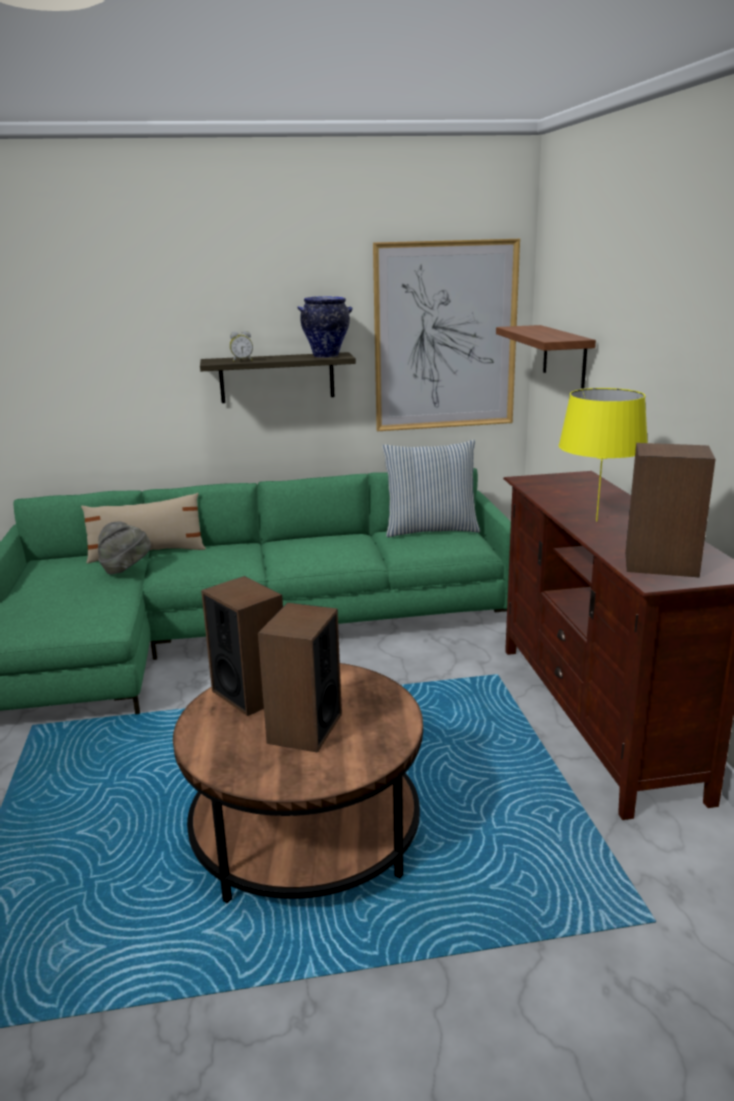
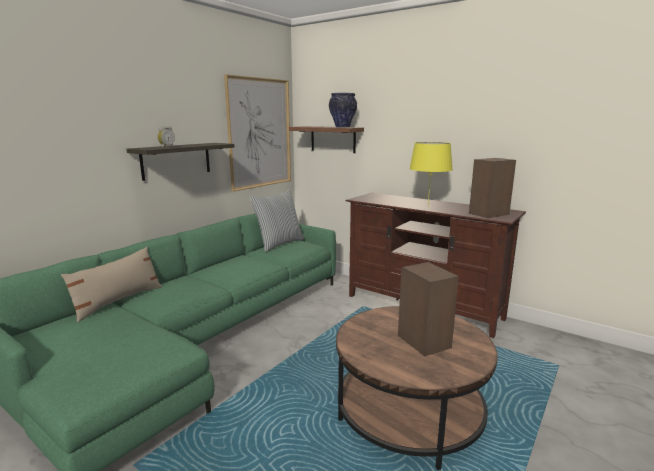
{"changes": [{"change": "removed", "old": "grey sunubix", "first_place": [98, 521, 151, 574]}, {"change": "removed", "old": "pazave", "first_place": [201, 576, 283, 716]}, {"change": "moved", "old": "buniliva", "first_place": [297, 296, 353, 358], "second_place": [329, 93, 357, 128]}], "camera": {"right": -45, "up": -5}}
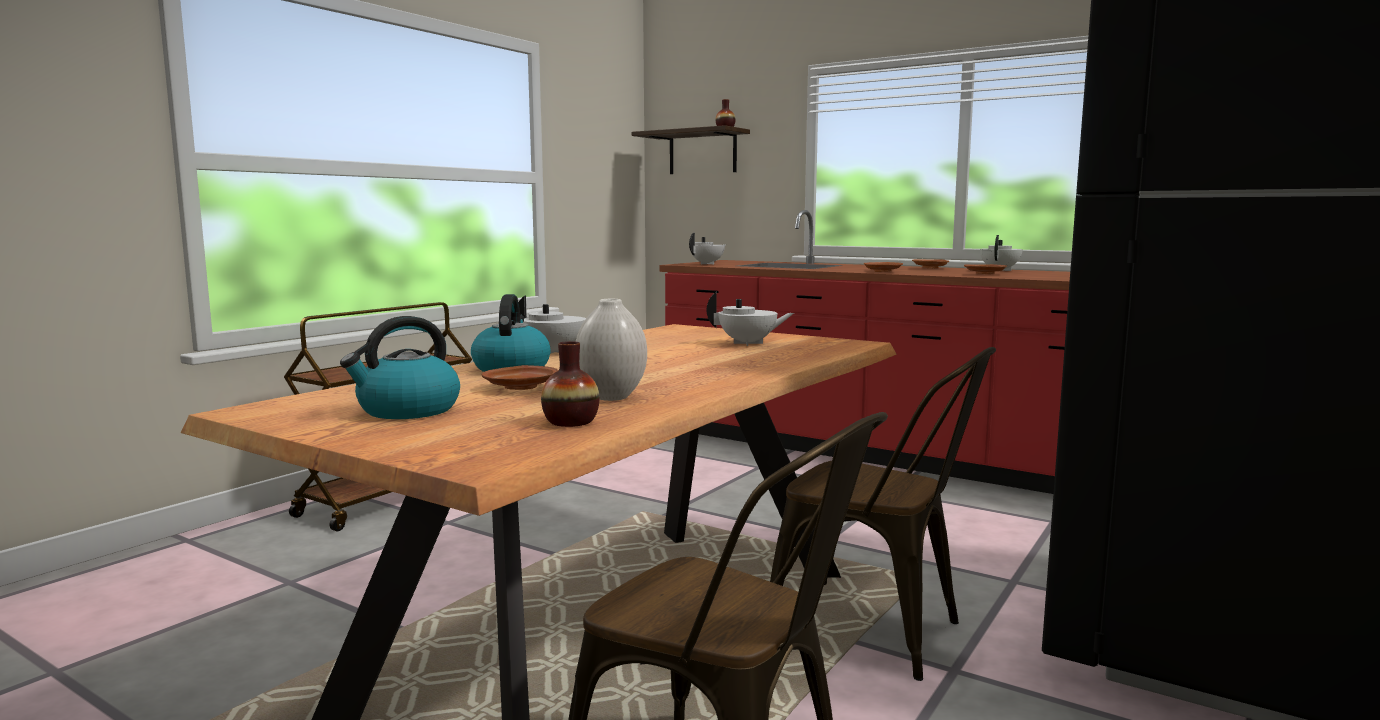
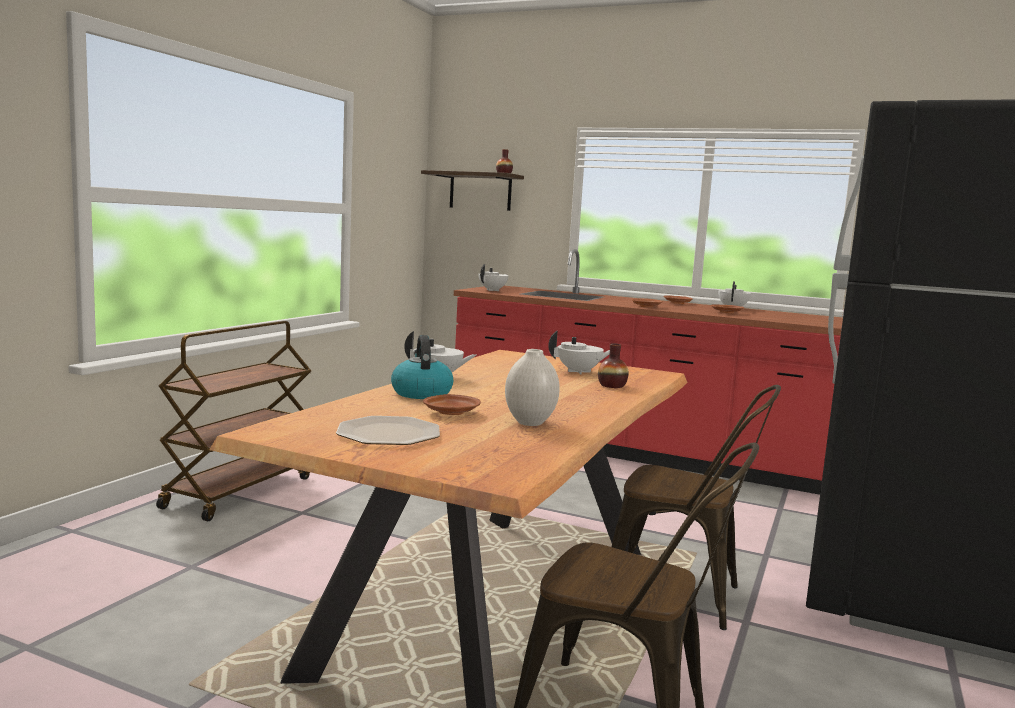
{"changes": [{"change": "moved", "old": "buniliva", "first_place": [541, 341, 599, 427], "second_place": [598, 343, 629, 388]}, {"change": "replaced", "old": "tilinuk", "new": "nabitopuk", "first_place": [340, 316, 460, 419], "second_place": [336, 416, 440, 445]}], "camera": {"right": -10, "up": 0}}
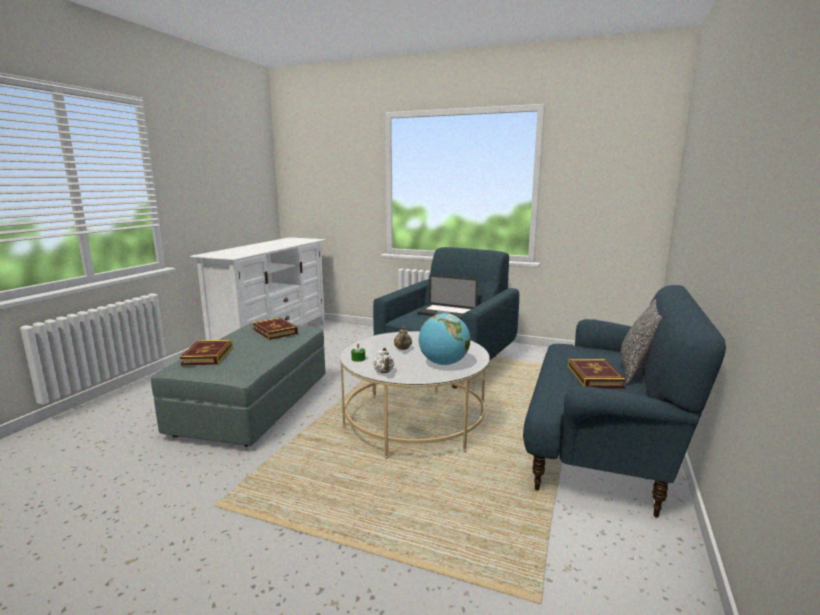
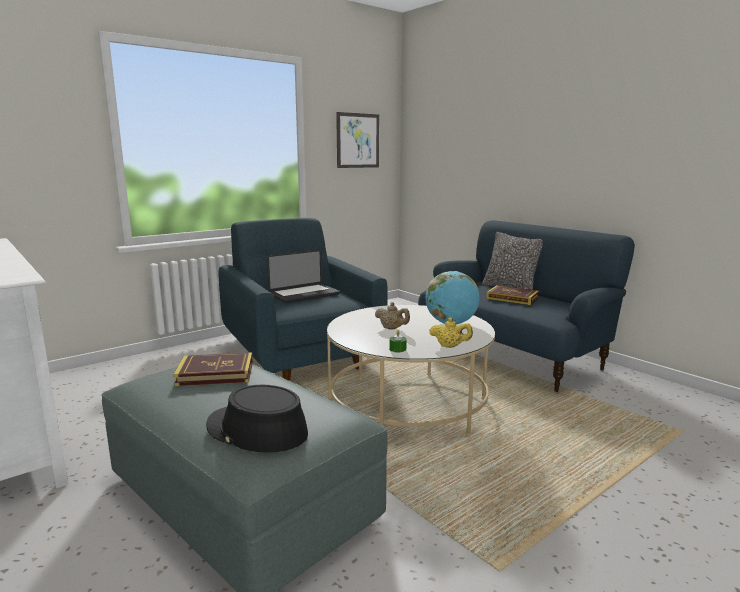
{"changes": [{"change": "added", "new": "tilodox", "second_place": [336, 112, 379, 168]}, {"change": "replaced", "old": "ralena", "new": "black sunubix", "first_place": [180, 340, 233, 366], "second_place": [206, 385, 308, 453]}, {"change": "recoloured", "old": "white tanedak", "new": "yellow tanedak", "first_place": [373, 347, 394, 373], "second_place": [429, 318, 473, 348]}], "camera": {"right": -60, "up": 0}}
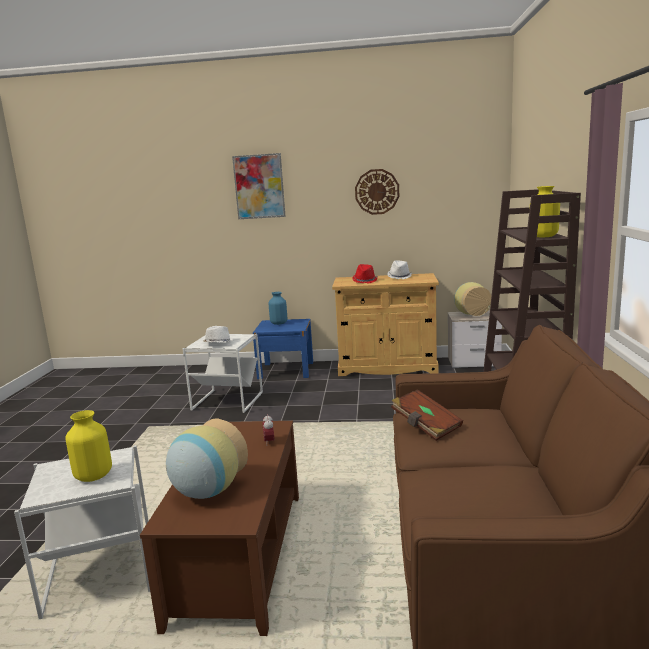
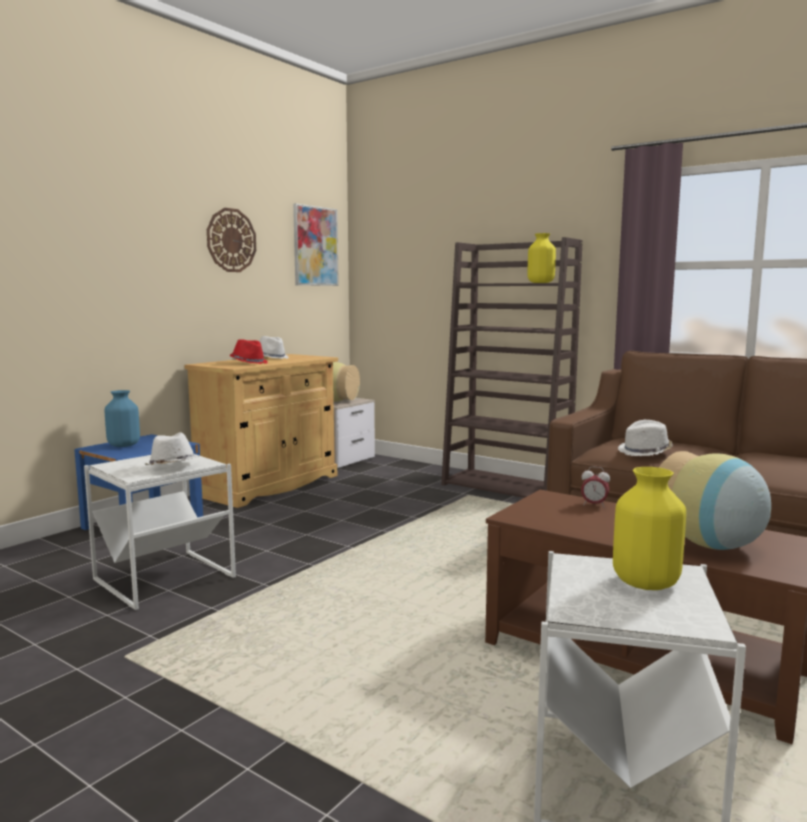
{"changes": [{"change": "moved", "old": "tilodox", "first_place": [232, 153, 286, 219], "second_place": [293, 203, 339, 286]}, {"change": "replaced", "old": "brown ralena", "new": "white sunubix", "first_place": [391, 389, 463, 441], "second_place": [618, 420, 673, 456]}], "camera": {"right": -60, "up": -5}}
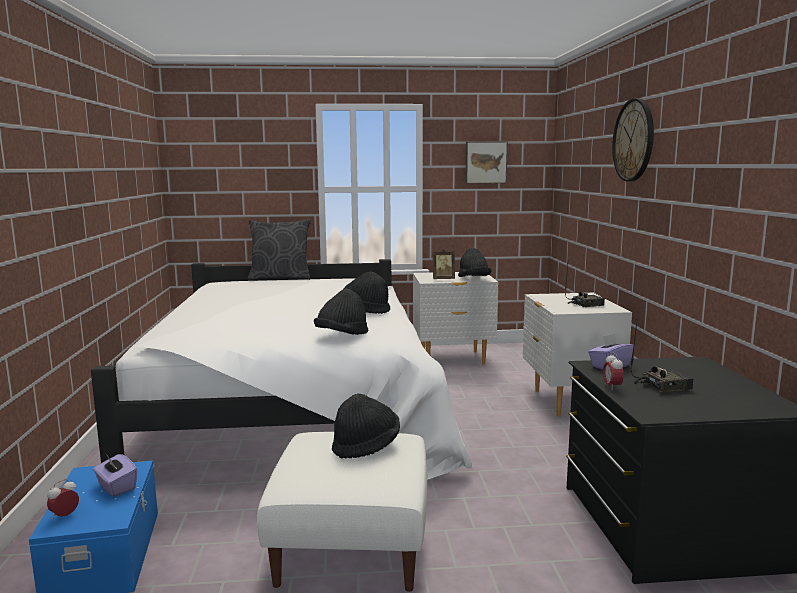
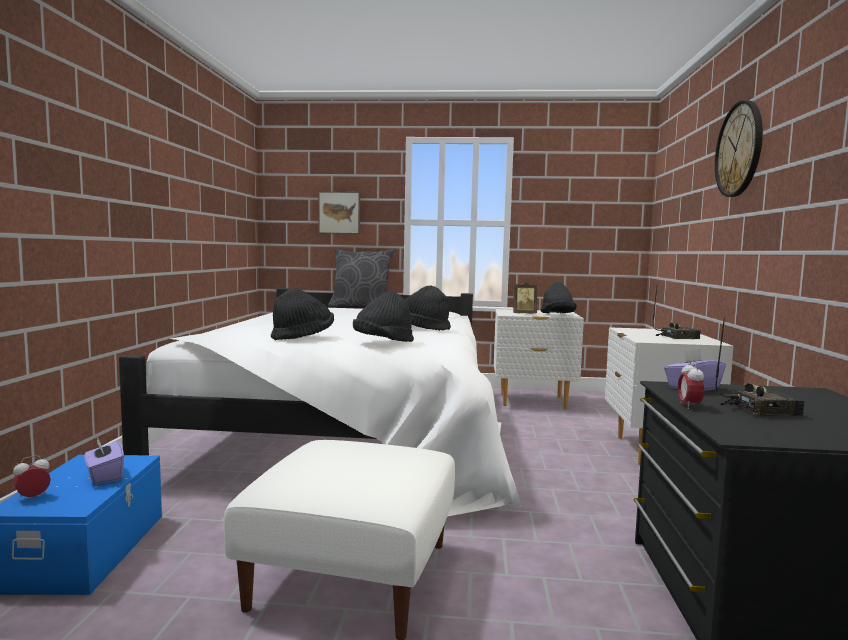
{"changes": [{"change": "moved", "old": "black sunubix", "first_place": [332, 393, 400, 459], "second_place": [271, 288, 334, 340]}, {"change": "moved", "old": "tilodox", "first_place": [465, 141, 508, 184], "second_place": [319, 191, 360, 234]}], "camera": {"right": 10, "up": -5}}
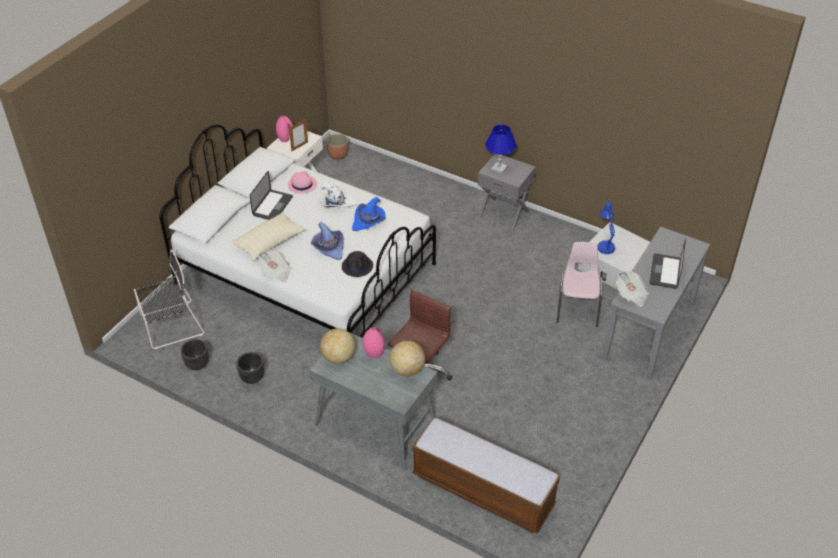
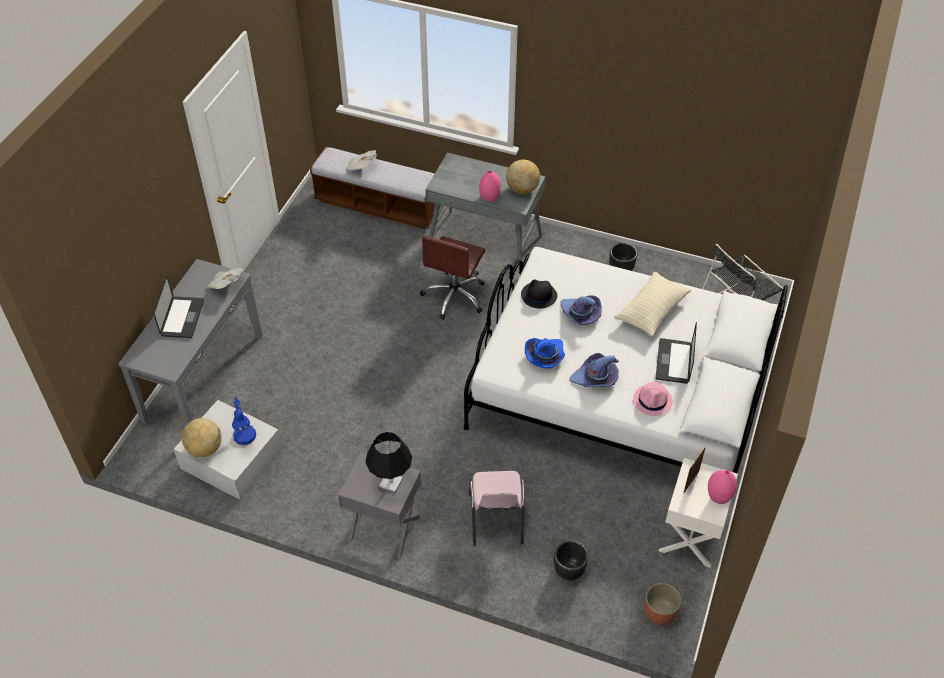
{"changes": [{"change": "moved", "old": "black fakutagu", "first_place": [181, 339, 209, 370], "second_place": [554, 541, 588, 580]}, {"change": "moved", "old": "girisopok", "first_place": [257, 250, 292, 282], "second_place": [346, 150, 377, 171]}, {"change": "moved", "old": "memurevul", "first_place": [390, 341, 425, 376], "second_place": [182, 418, 222, 457]}, {"change": "moved", "old": "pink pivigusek", "first_place": [556, 242, 603, 327], "second_place": [469, 471, 525, 546]}, {"change": "recoloured", "old": "white sunubix", "new": "purple sunubix", "first_place": [319, 183, 357, 208], "second_place": [570, 353, 619, 387]}, {"change": "recoloured", "old": "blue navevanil", "new": "black navevanil", "first_place": [485, 124, 517, 174], "second_place": [365, 432, 412, 493]}], "camera": {"right": 170, "up": 5}}
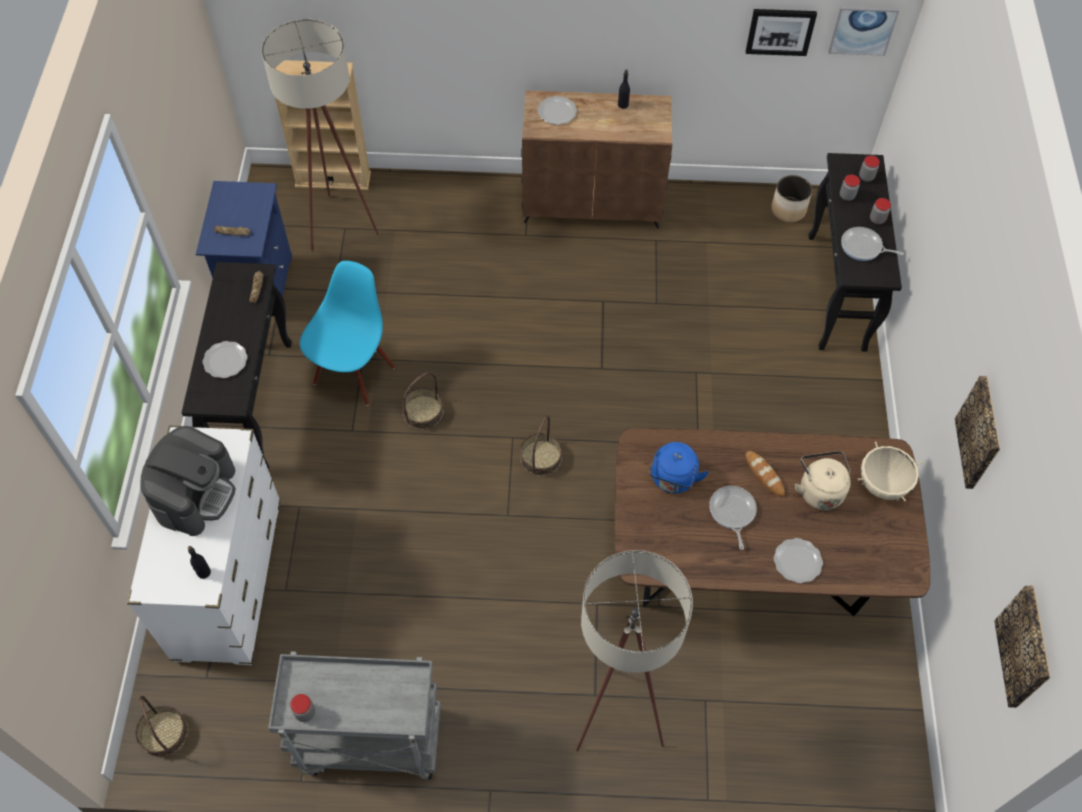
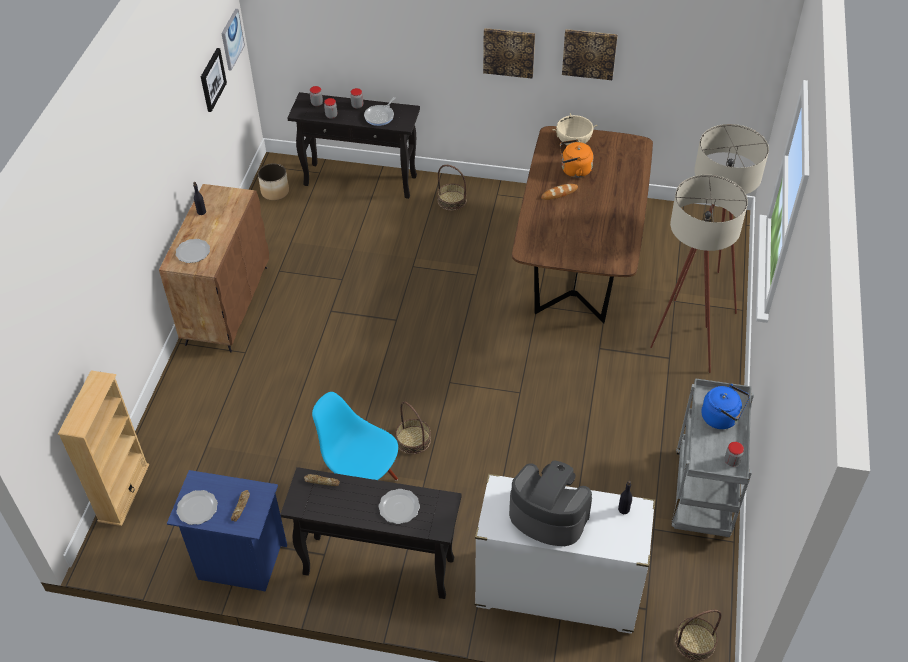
{"changes": [{"change": "removed", "old": "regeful", "first_place": [709, 486, 757, 550]}, {"change": "moved", "old": "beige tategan", "first_place": [261, 19, 379, 250], "second_place": [674, 124, 769, 314]}, {"change": "moved", "old": "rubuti", "first_place": [520, 415, 562, 476], "second_place": [437, 165, 467, 211]}, {"change": "moved", "old": "blue tilinuk", "first_place": [649, 442, 709, 494], "second_place": [701, 384, 750, 429]}, {"change": "moved", "old": "nabitopuk", "first_place": [774, 538, 823, 583], "second_place": [176, 490, 218, 525]}, {"change": "moved", "old": "tilodox", "first_place": [994, 586, 1051, 708], "second_place": [483, 28, 535, 79]}, {"change": "recoloured", "old": "beige tilinuk", "new": "orange tilinuk", "first_place": [795, 451, 851, 510], "second_place": [560, 139, 593, 178]}], "camera": {"right": -80, "up": -10}}
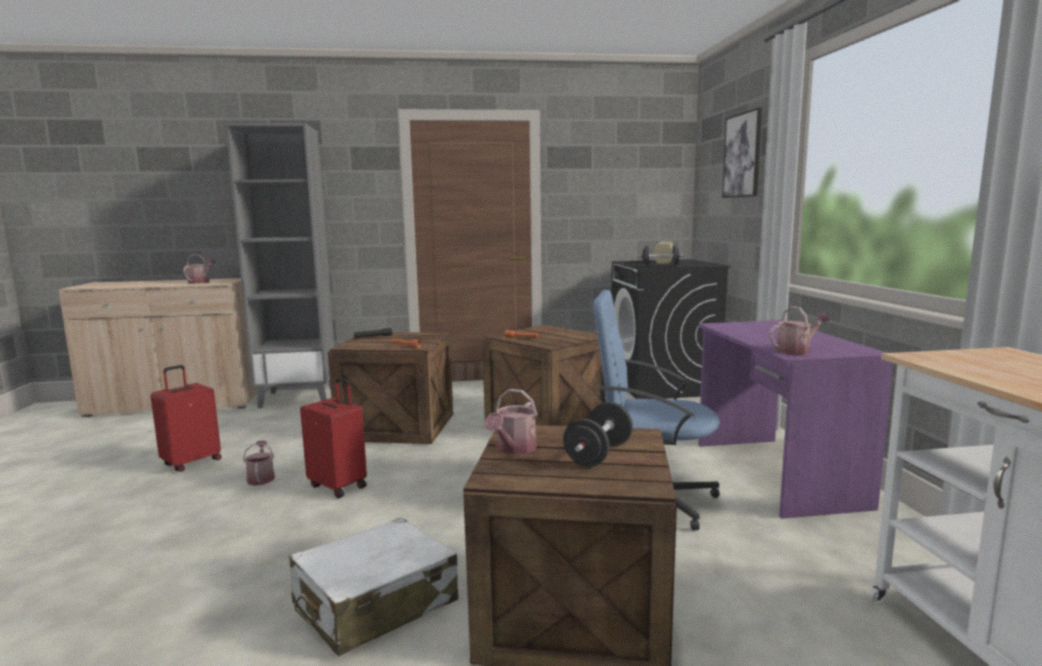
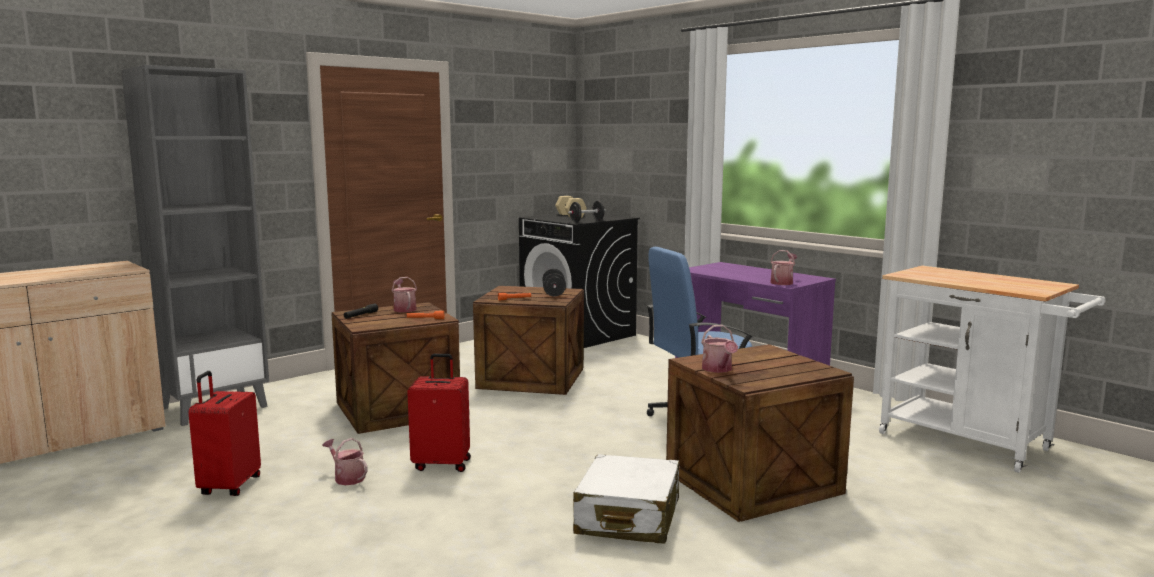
{"changes": [{"change": "removed", "old": "tilodox", "first_place": [722, 108, 762, 198]}, {"change": "moved", "old": "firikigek", "first_place": [183, 254, 216, 284], "second_place": [392, 277, 417, 312]}, {"change": "moved", "old": "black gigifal", "first_place": [563, 402, 633, 467], "second_place": [542, 268, 566, 296]}], "camera": {"right": -35, "up": 0}}
